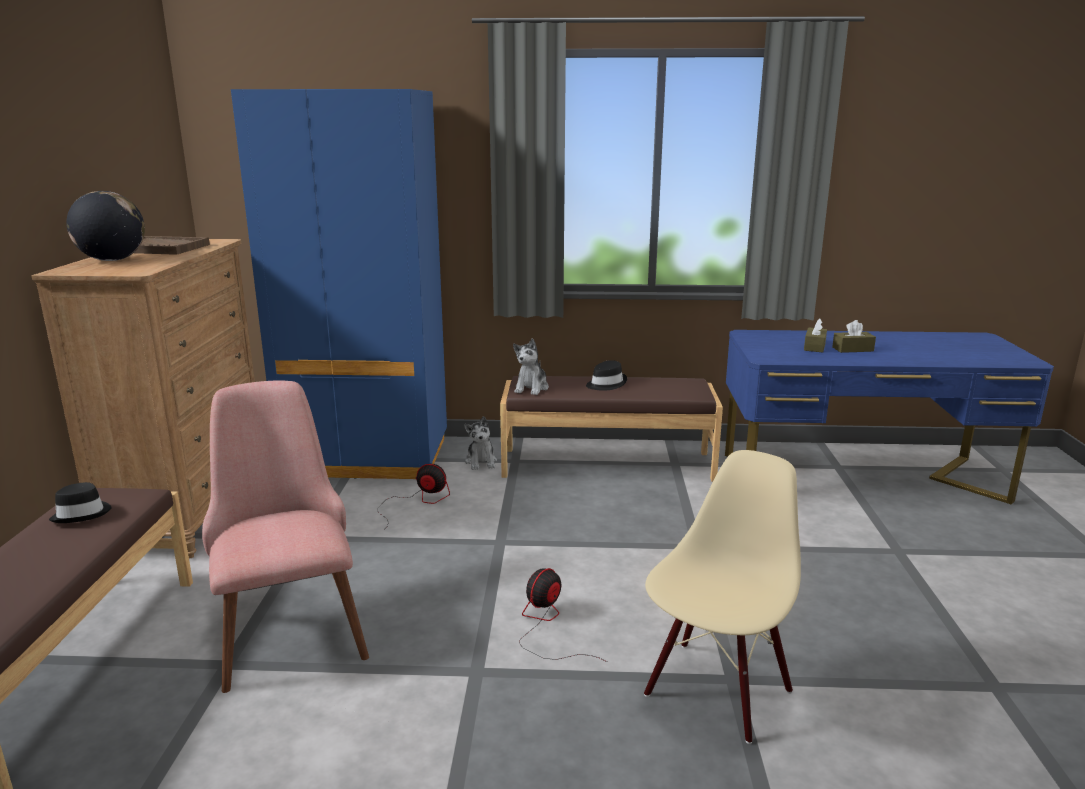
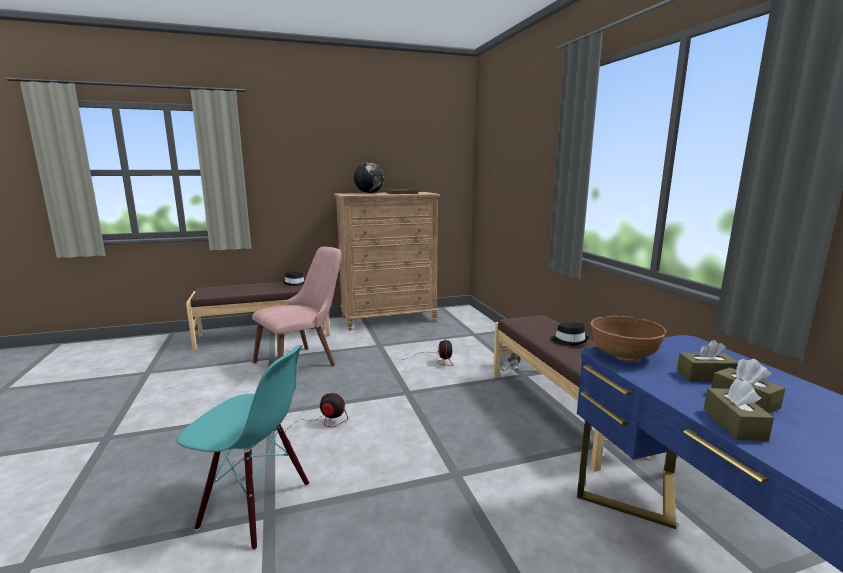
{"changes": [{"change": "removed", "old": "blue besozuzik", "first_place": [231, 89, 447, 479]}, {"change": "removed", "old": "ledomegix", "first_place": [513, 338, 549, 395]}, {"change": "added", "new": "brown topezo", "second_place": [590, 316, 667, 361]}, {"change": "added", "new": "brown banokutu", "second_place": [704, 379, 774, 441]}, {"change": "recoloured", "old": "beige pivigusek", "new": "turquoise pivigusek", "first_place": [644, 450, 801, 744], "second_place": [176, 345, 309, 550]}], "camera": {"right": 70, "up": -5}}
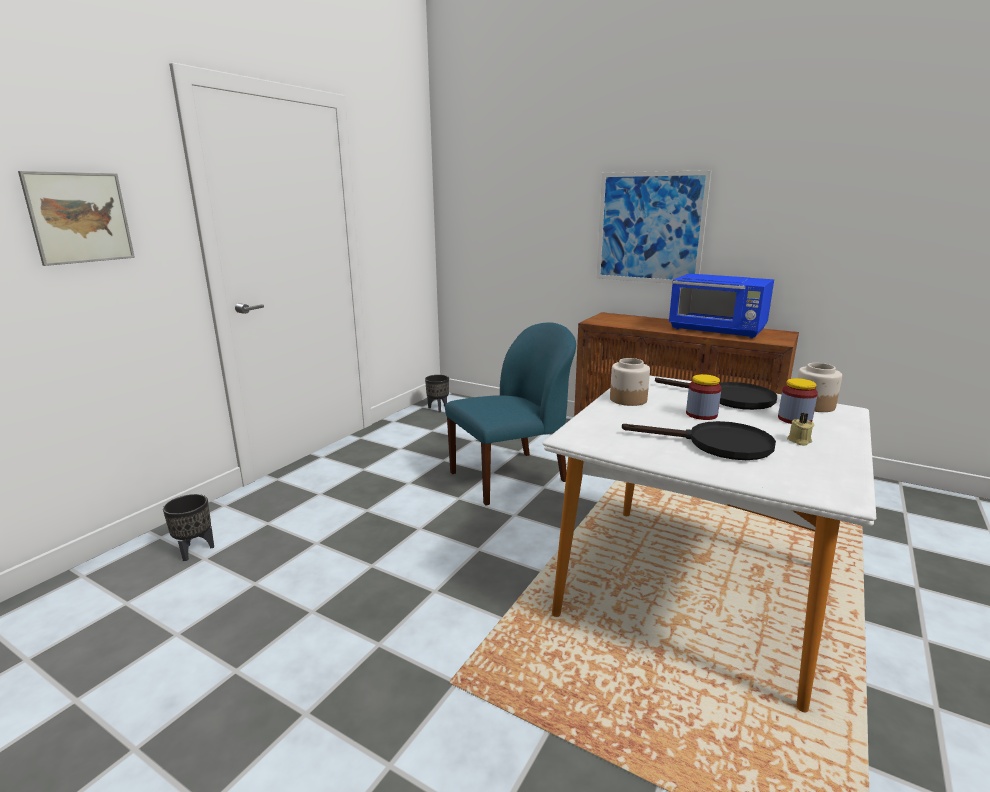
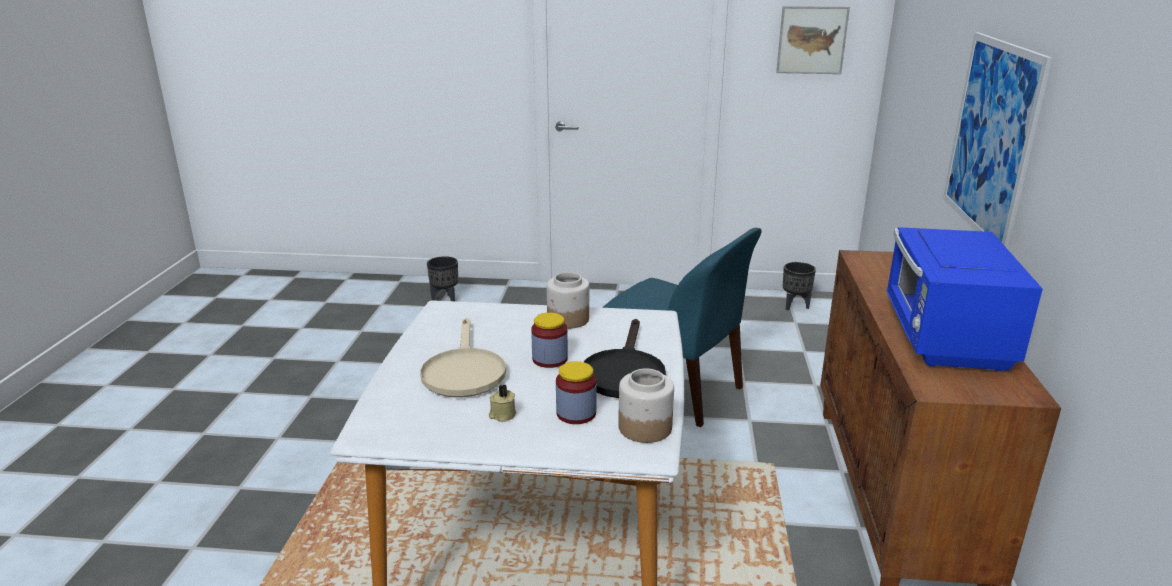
{"changes": [{"change": "moved", "old": "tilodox", "first_place": [18, 171, 135, 266], "second_place": [776, 6, 850, 74]}, {"change": "recoloured", "old": "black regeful", "new": "beige regeful", "first_place": [622, 421, 776, 460], "second_place": [420, 318, 506, 397]}], "camera": {"right": 65, "up": 5}}
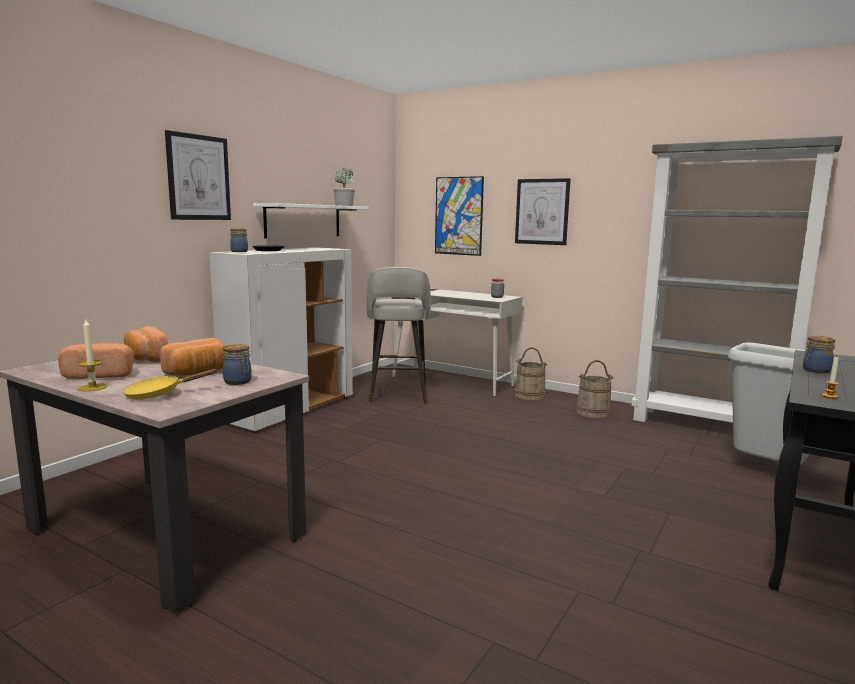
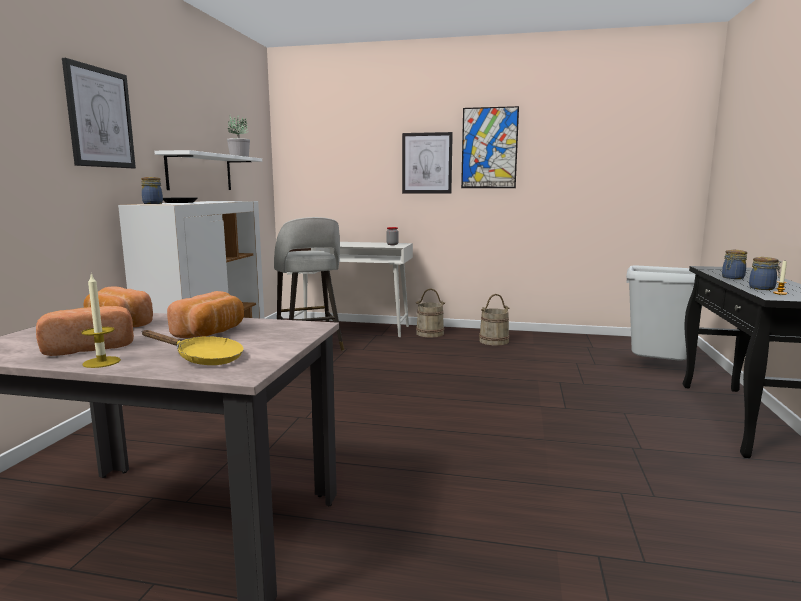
{"changes": [{"change": "removed", "old": "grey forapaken", "first_place": [631, 136, 843, 423]}, {"change": "moved", "old": "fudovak", "first_place": [223, 344, 252, 385], "second_place": [749, 257, 781, 290]}, {"change": "moved", "old": "tilodox", "first_place": [435, 176, 484, 256], "second_place": [461, 106, 519, 188]}, {"change": "turned", "old": "yellow regeful", "first_place": [123, 369, 218, 400], "second_place": [141, 330, 243, 365], "degrees": -120}], "camera": {"right": -20, "up": 0}}
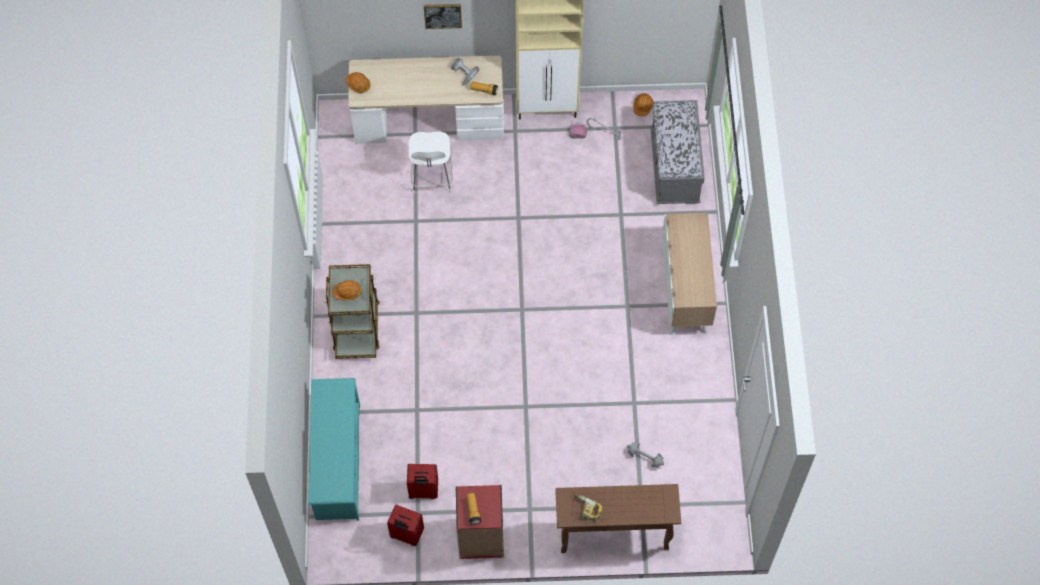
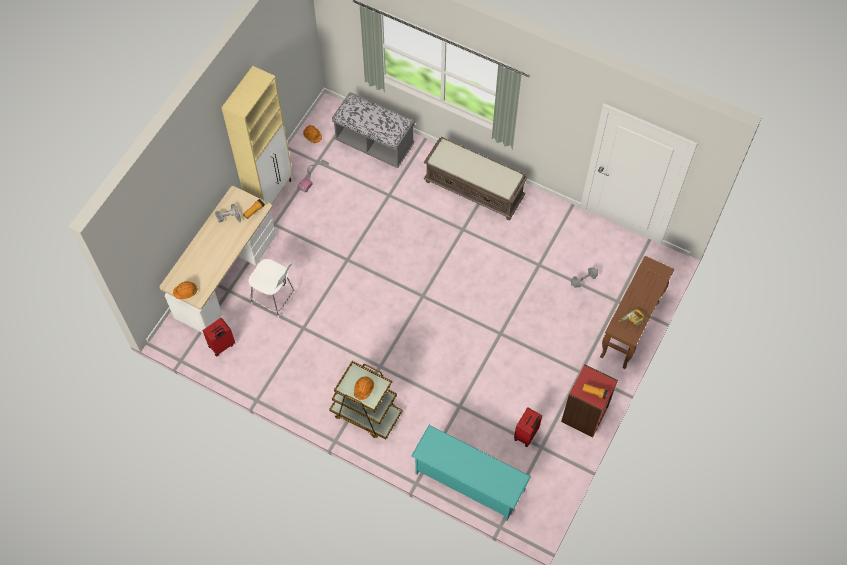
{"changes": [{"change": "removed", "old": "tilodox", "first_place": [424, 4, 462, 29]}, {"change": "moved", "old": "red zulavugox", "first_place": [387, 505, 424, 546], "second_place": [203, 318, 235, 357]}, {"change": "replaced", "old": "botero", "new": "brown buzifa", "first_place": [662, 213, 717, 335], "second_place": [424, 137, 528, 220]}], "camera": {"right": -60, "up": 0}}
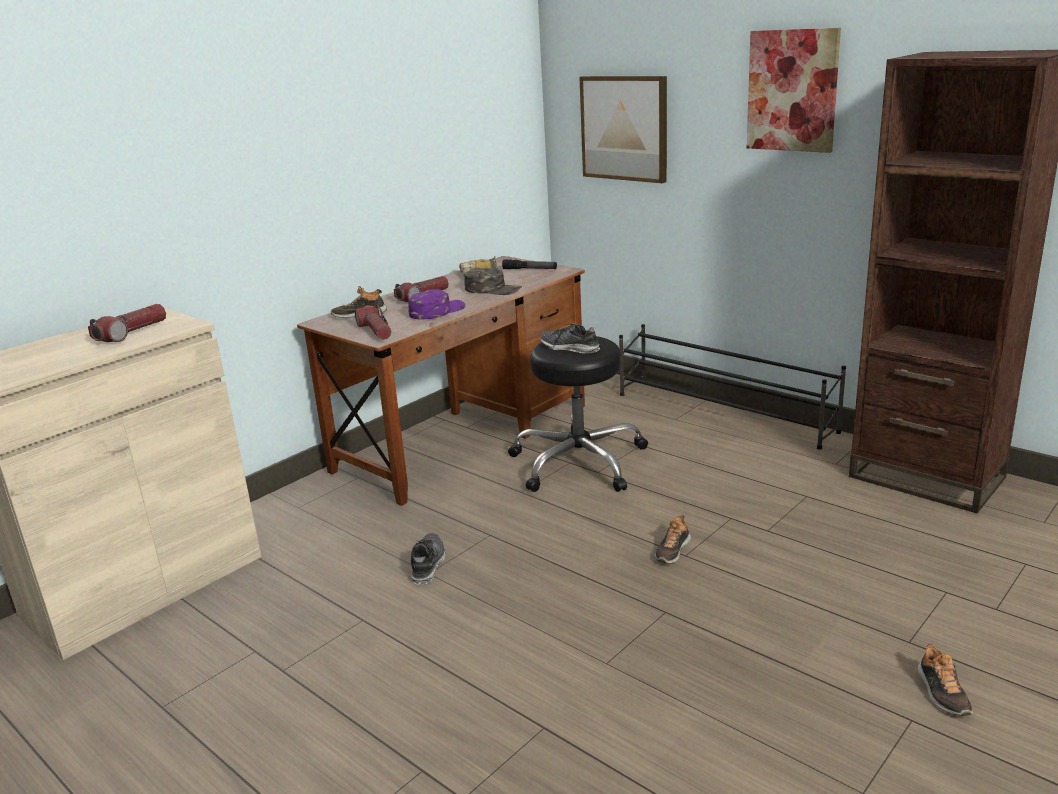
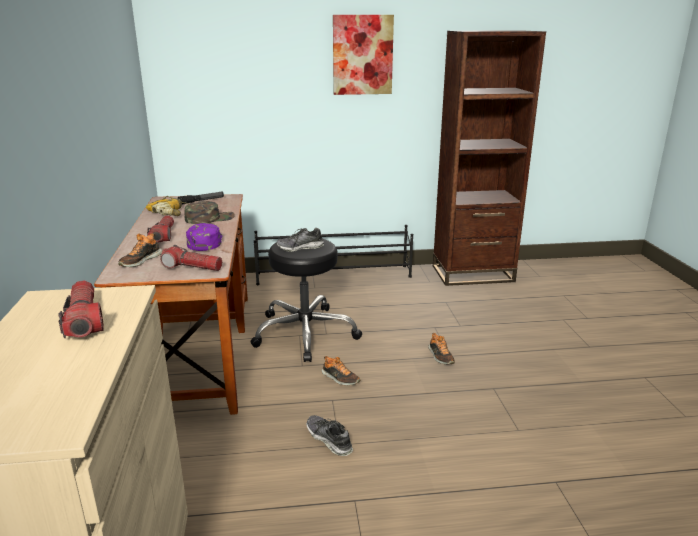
{"changes": [{"change": "removed", "old": "tilodox", "first_place": [579, 76, 667, 183]}, {"change": "moved", "old": "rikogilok", "first_place": [917, 643, 973, 716], "second_place": [321, 356, 361, 386]}], "camera": {"right": -50, "up": 0}}
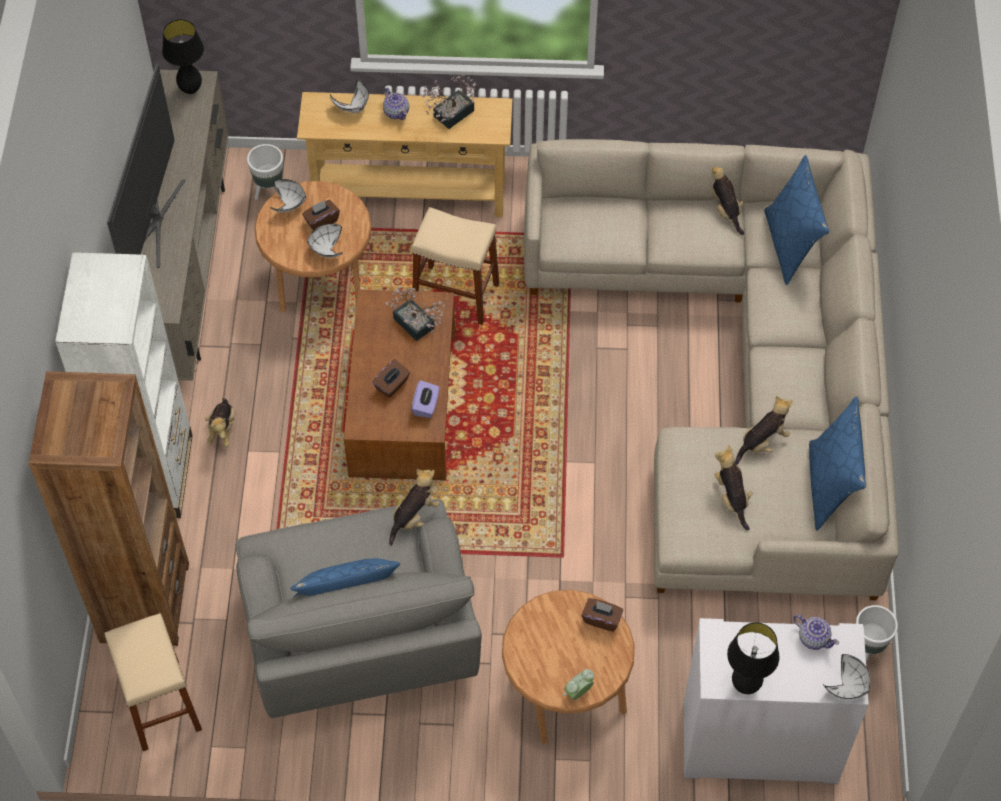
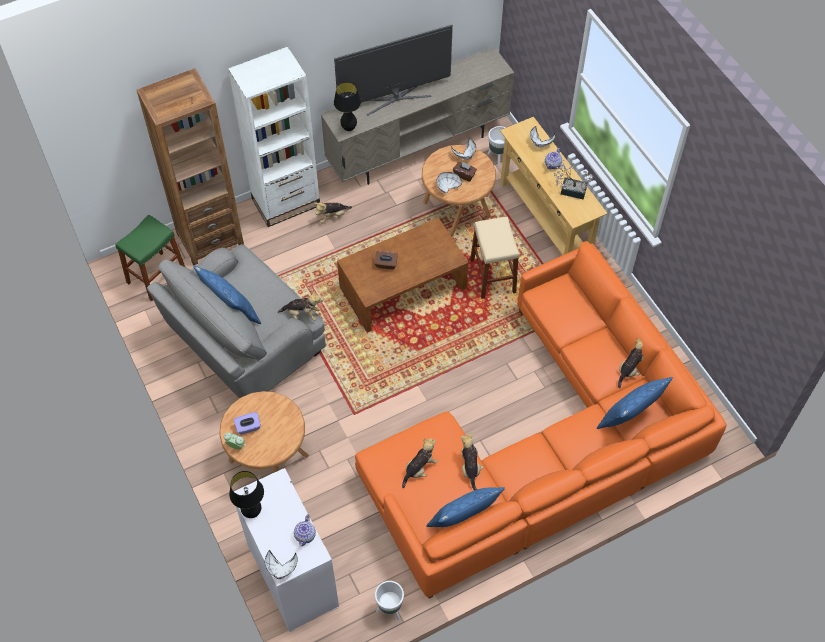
{"changes": [{"change": "removed", "old": "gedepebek", "first_place": [385, 286, 445, 341]}, {"change": "removed", "old": "brown banokutu", "first_place": [581, 598, 623, 632]}, {"change": "moved", "old": "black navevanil", "first_place": [162, 19, 204, 94], "second_place": [334, 82, 361, 131]}, {"change": "moved", "old": "purple banokutu", "first_place": [411, 380, 440, 418], "second_place": [234, 412, 261, 435]}, {"change": "recoloured", "old": "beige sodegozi", "new": "green sodegozi", "first_place": [104, 613, 202, 751], "second_place": [115, 215, 185, 301]}, {"change": "recoloured", "old": "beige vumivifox", "new": "orange vumivifox", "first_place": [524, 139, 899, 600], "second_place": [355, 241, 727, 599]}, {"change": "turned", "old": "ledomegix", "first_place": [735, 396, 793, 465], "second_place": [461, 433, 484, 490], "degrees": -120}], "camera": {"right": 60, "up": 0}}
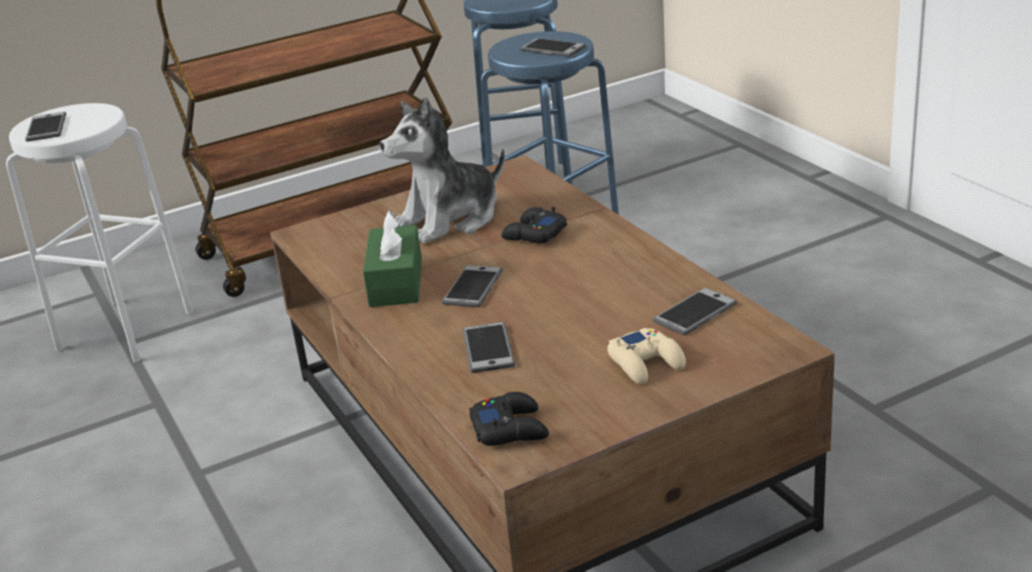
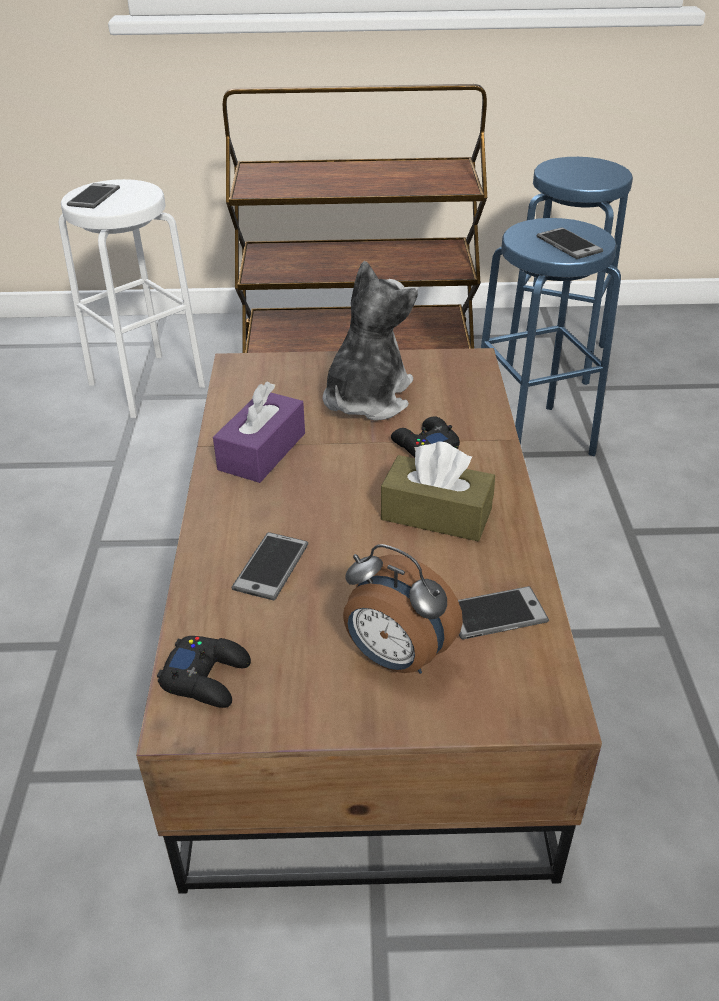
{"changes": [{"change": "removed", "old": "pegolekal", "first_place": [442, 265, 503, 307]}, {"change": "added", "new": "brown banokutu", "second_place": [381, 441, 495, 541]}, {"change": "replaced", "old": "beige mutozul", "new": "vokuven", "first_place": [607, 328, 686, 384], "second_place": [343, 544, 463, 674]}, {"change": "recoloured", "old": "green banokutu", "new": "purple banokutu", "first_place": [363, 211, 422, 307], "second_place": [213, 382, 305, 483]}, {"change": "turned", "old": "ledomegix", "first_place": [380, 97, 505, 244], "second_place": [323, 261, 418, 421], "degrees": 120}], "camera": {"right": 25, "up": 10}}
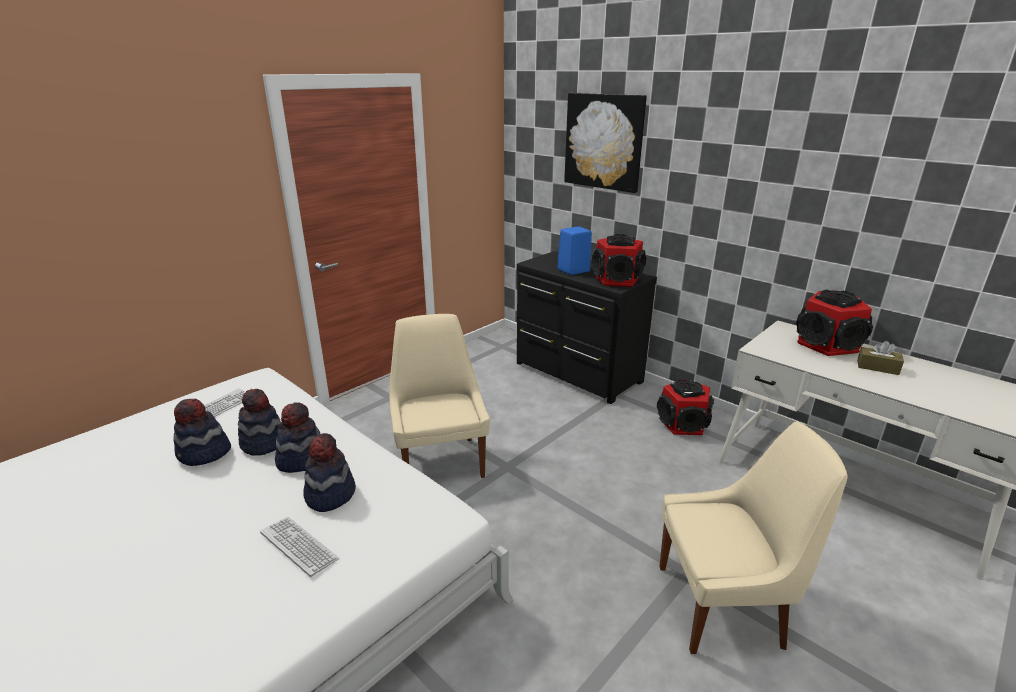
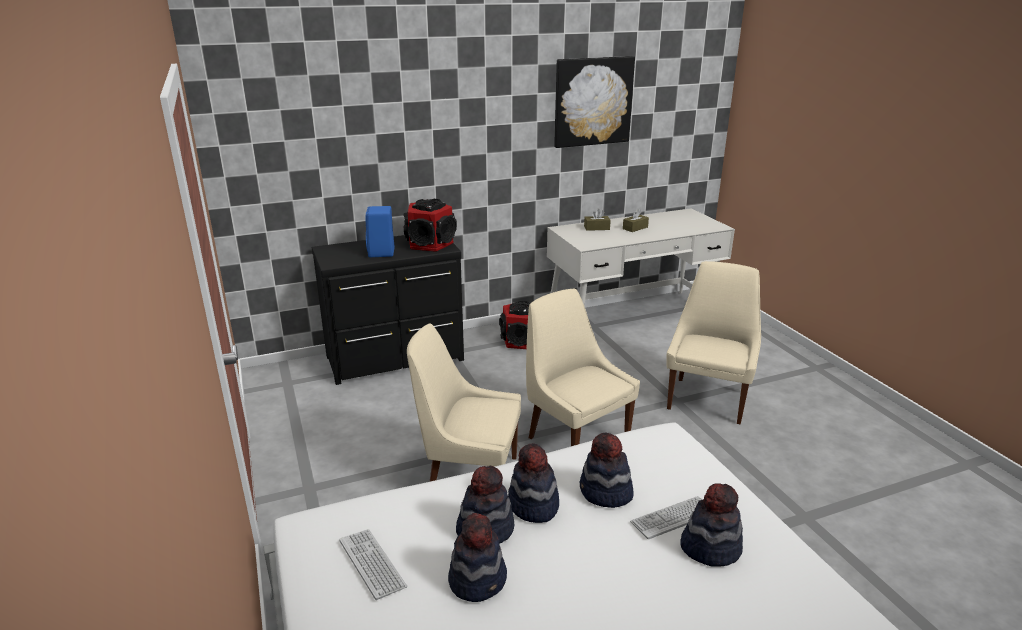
{"changes": [{"change": "added", "new": "beige pivigusek", "second_place": [526, 289, 640, 446]}, {"change": "added", "new": "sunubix", "second_place": [681, 483, 743, 567]}, {"change": "moved", "old": "tilodox", "first_place": [564, 93, 647, 193], "second_place": [554, 56, 635, 148]}, {"change": "replaced", "old": "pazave", "new": "brown banokutu", "first_place": [796, 289, 873, 356], "second_place": [584, 209, 611, 231]}], "camera": {"right": -65, "up": 0}}
